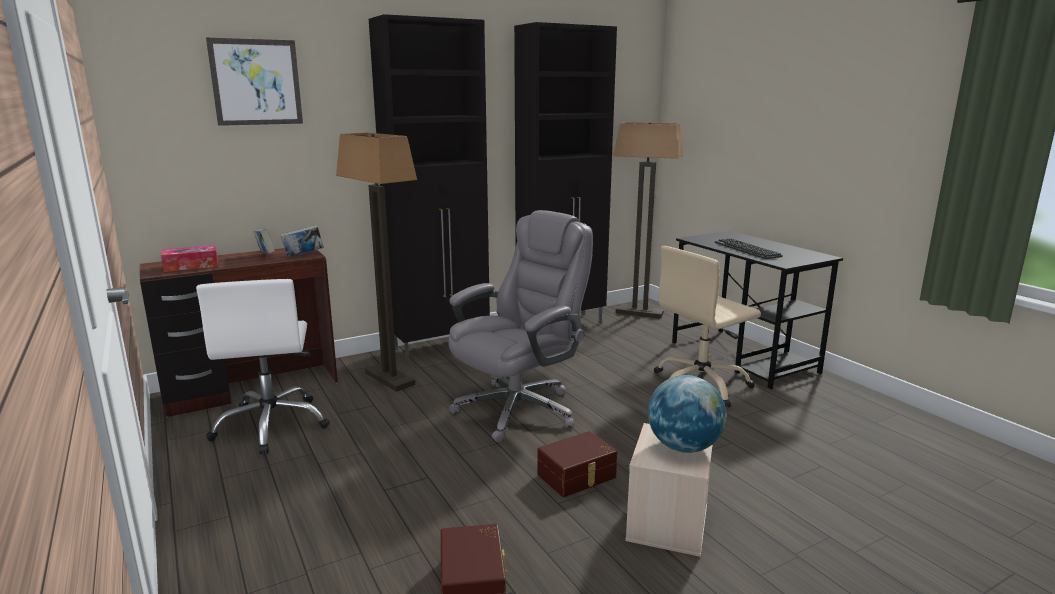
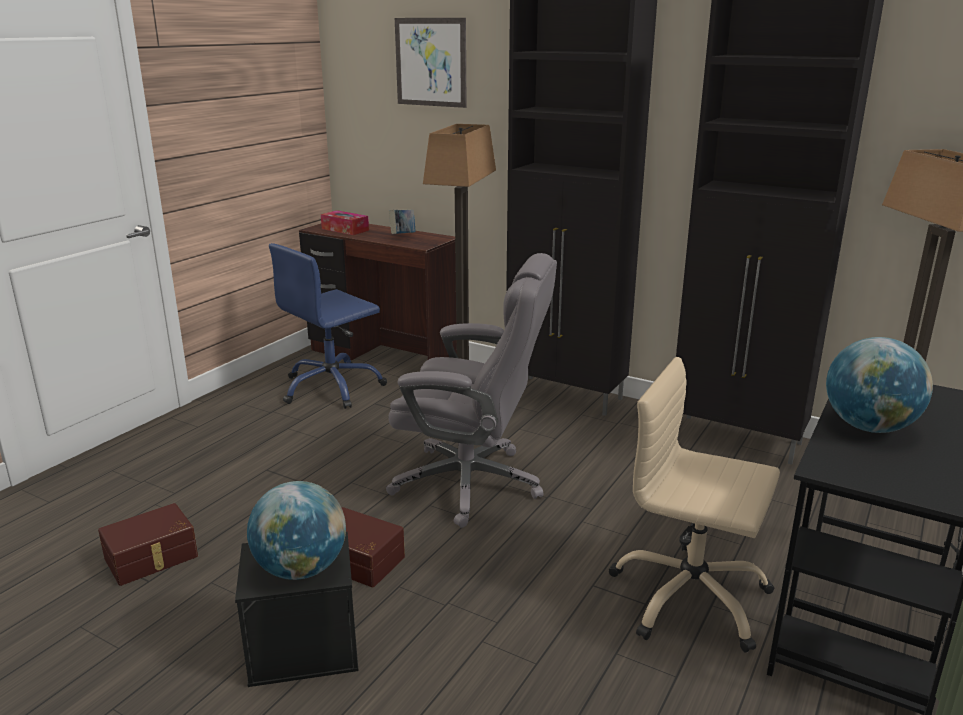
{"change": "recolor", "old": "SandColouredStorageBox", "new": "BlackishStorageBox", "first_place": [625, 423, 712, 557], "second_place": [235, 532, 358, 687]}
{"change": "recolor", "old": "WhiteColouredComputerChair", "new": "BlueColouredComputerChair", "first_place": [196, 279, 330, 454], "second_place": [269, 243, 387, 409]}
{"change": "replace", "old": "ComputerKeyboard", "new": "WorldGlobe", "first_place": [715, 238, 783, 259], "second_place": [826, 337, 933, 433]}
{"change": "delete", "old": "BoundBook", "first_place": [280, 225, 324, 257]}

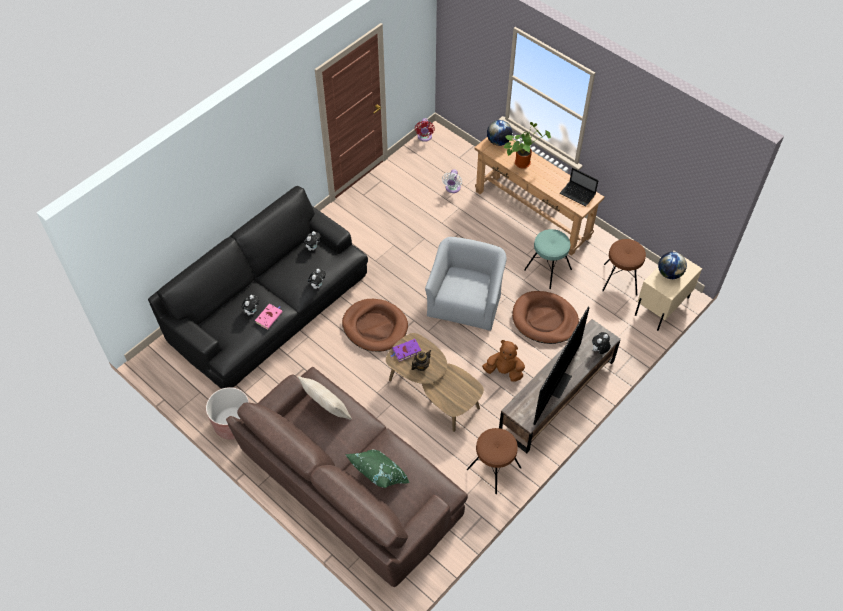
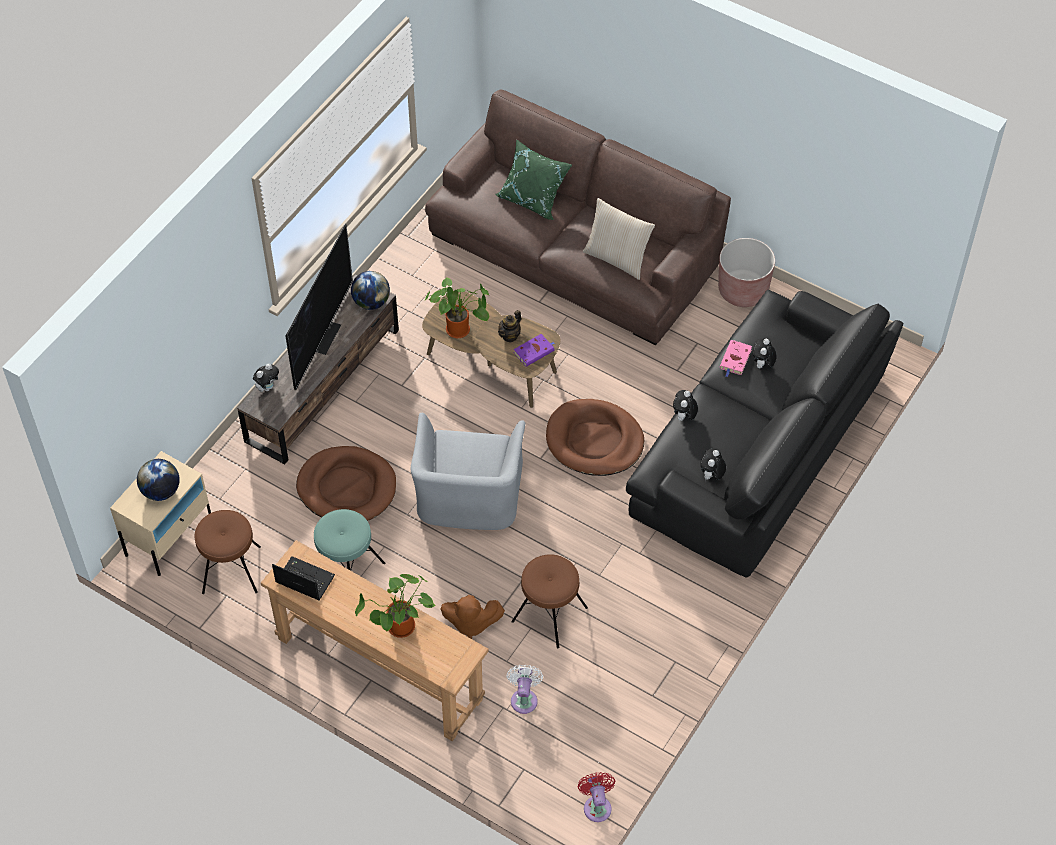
{"change": "move", "old": "WorldGlobe", "first_place": [487, 120, 512, 146], "second_place": [351, 271, 390, 310]}
{"change": "insert", "new": "PottedPlant", "second_place": [425, 278, 489, 338]}
{"change": "move", "old": "BrownSoftToy", "first_place": [482, 340, 525, 382], "second_place": [440, 595, 505, 639]}
{"change": "move", "old": "BrownStoolSeat", "first_place": [467, 428, 521, 494], "second_place": [511, 554, 588, 648]}

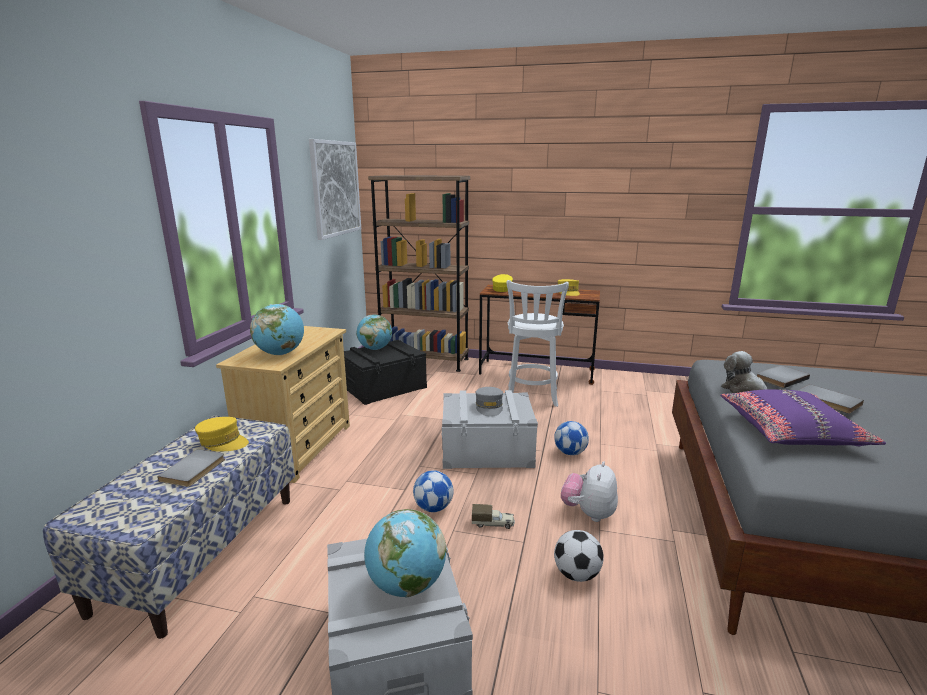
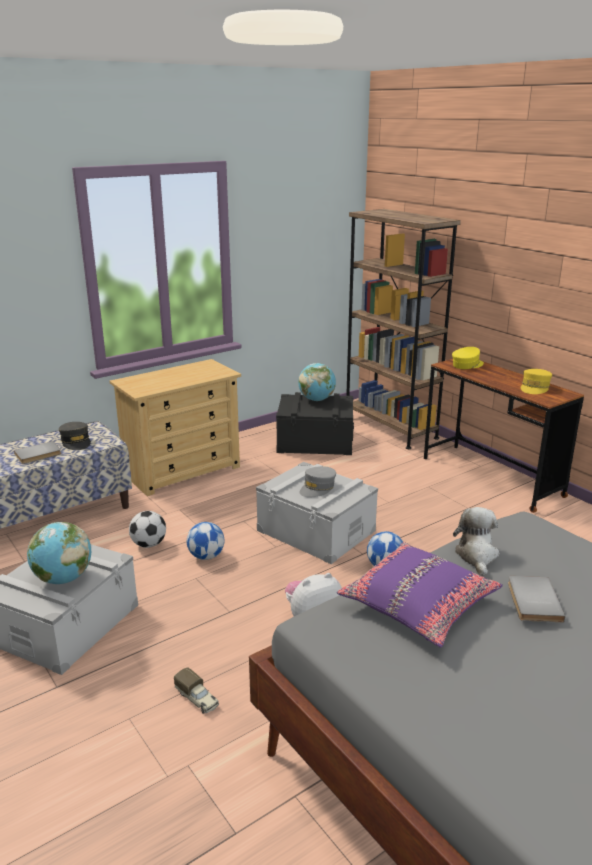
{"change": "recolor", "old": "YellowPeakedCap", "new": "GrayPeakedCap", "first_place": [195, 417, 249, 452], "second_place": [59, 422, 91, 450]}
{"change": "move", "old": "Football", "first_place": [554, 530, 604, 582], "second_place": [129, 511, 166, 548]}
{"change": "move", "old": "ModelTruck", "first_place": [472, 504, 515, 529], "second_place": [174, 667, 219, 714]}
{"change": "delete", "old": "WorldGlobe", "first_place": [250, 304, 304, 355]}
{"change": "delete", "old": "Picture", "first_place": [309, 139, 361, 240]}
{"change": "delete", "old": "WhiteColouredStoolSeat", "first_place": [506, 280, 569, 407]}
{"change": "delete", "old": "GrayBoundBook", "first_place": [756, 365, 810, 388]}

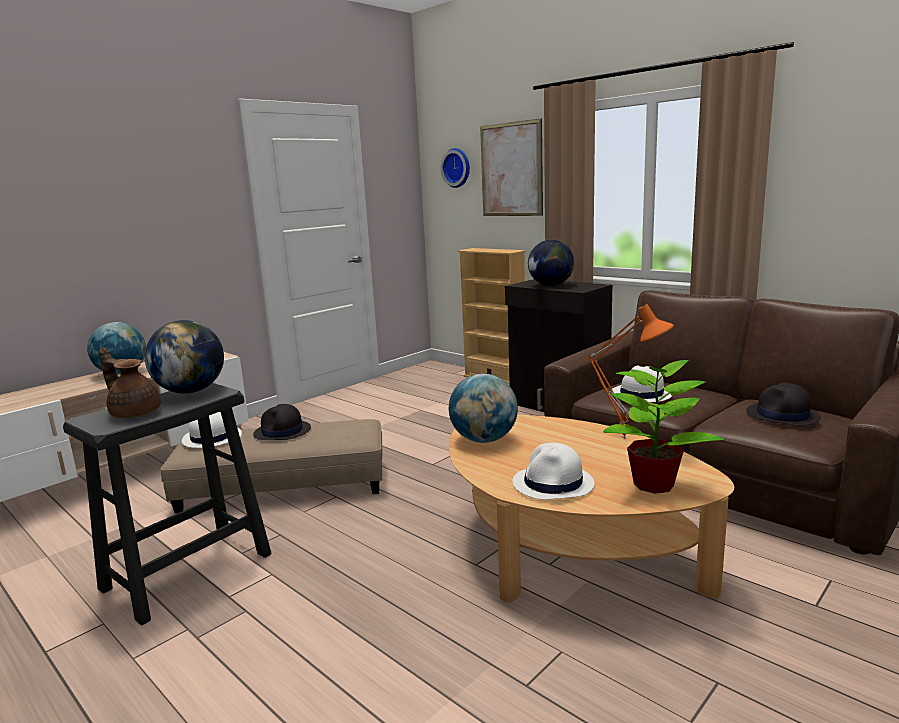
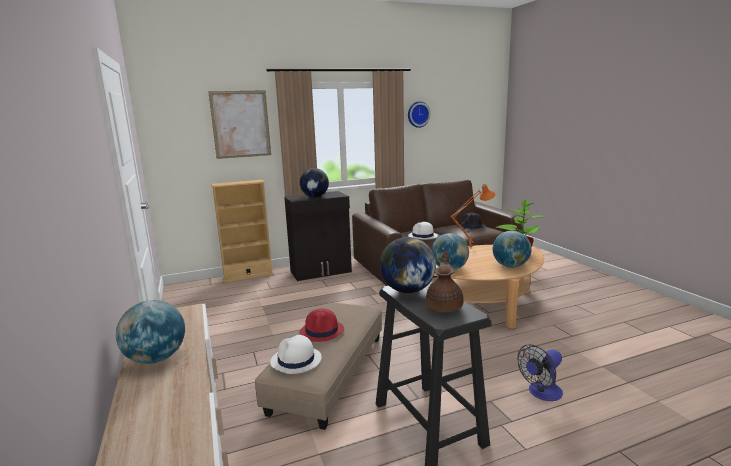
{"change": "recolor", "old": "BlackishWearableHat", "new": "RedWearableHat", "first_place": [253, 404, 311, 440], "second_place": [299, 308, 344, 342]}
{"change": "move", "old": "HangingClock", "first_place": [441, 148, 470, 188], "second_place": [408, 101, 431, 128]}
{"change": "rotate", "old": "BrownPotForTea", "first_place": [99, 347, 161, 418], "second_place": [426, 251, 464, 312], "degrees": 135}
{"change": "replace", "old": "WhiteColouredWearableHat", "new": "WorldGlobe", "first_place": [512, 443, 595, 500], "second_place": [493, 231, 532, 268]}
{"change": "insert", "new": "Fan", "second_place": [517, 344, 563, 401]}

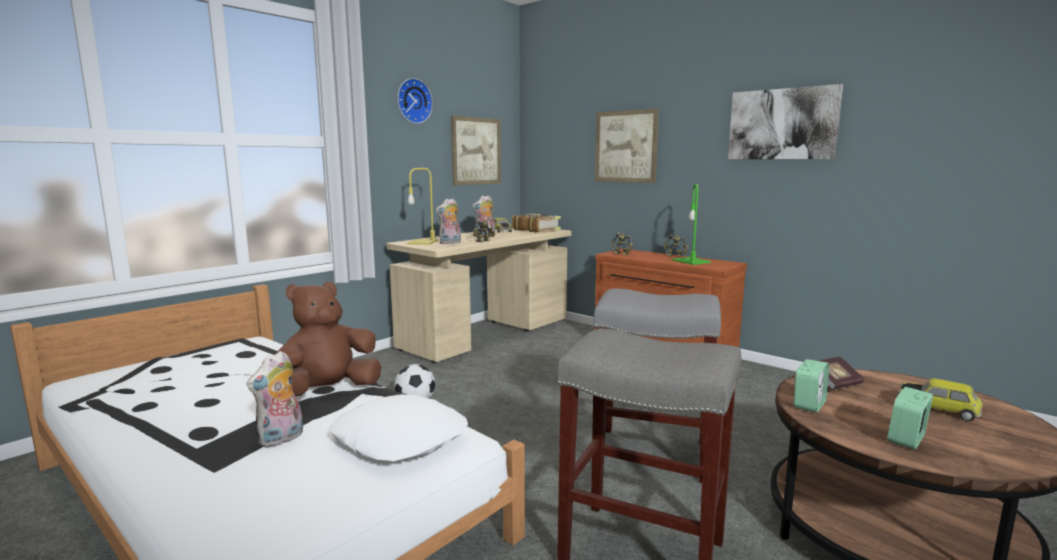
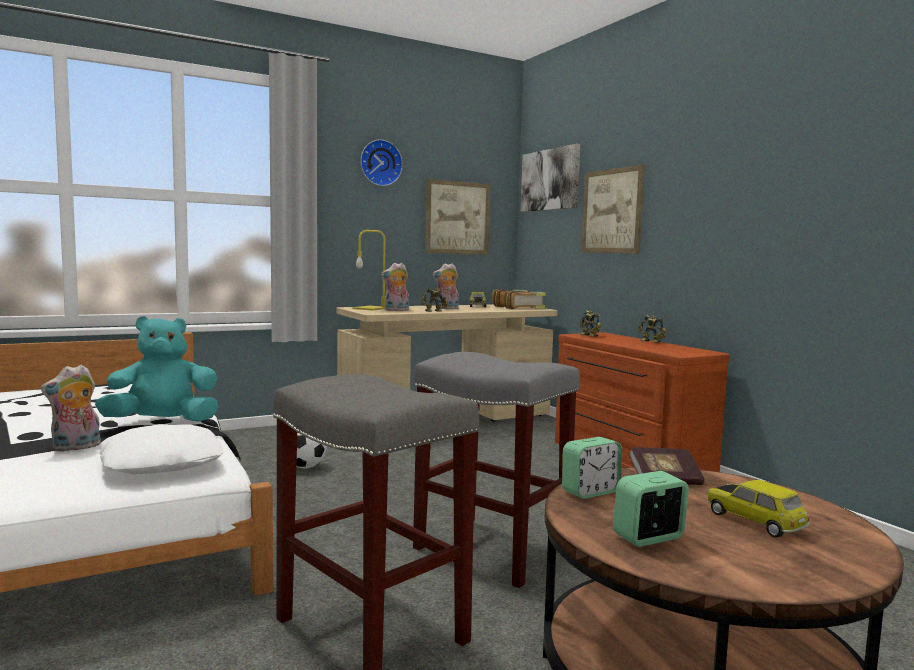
{"change": "recolor", "old": "BrownSoftToy", "new": "TurquoiseColouredSoftToy", "first_place": [277, 282, 381, 396], "second_place": [95, 316, 219, 422]}
{"change": "move", "old": "Picture", "first_place": [728, 84, 843, 159], "second_place": [521, 144, 580, 212]}
{"change": "delete", "old": "GreenishLampForATable", "first_place": [672, 184, 711, 265]}

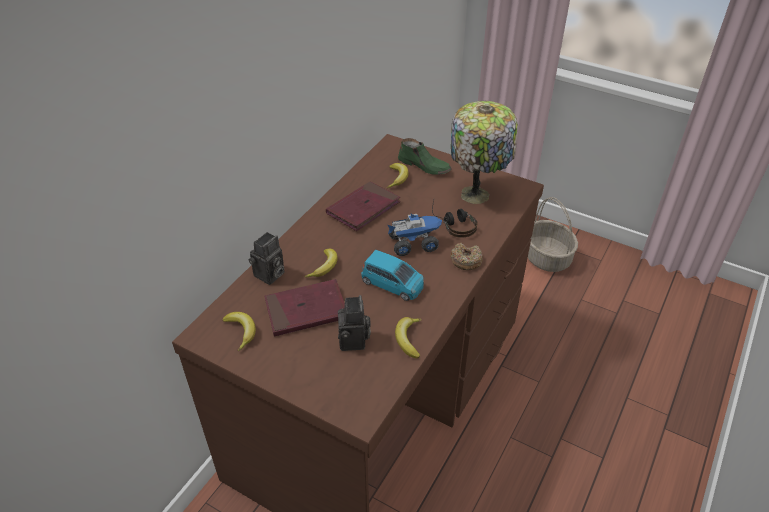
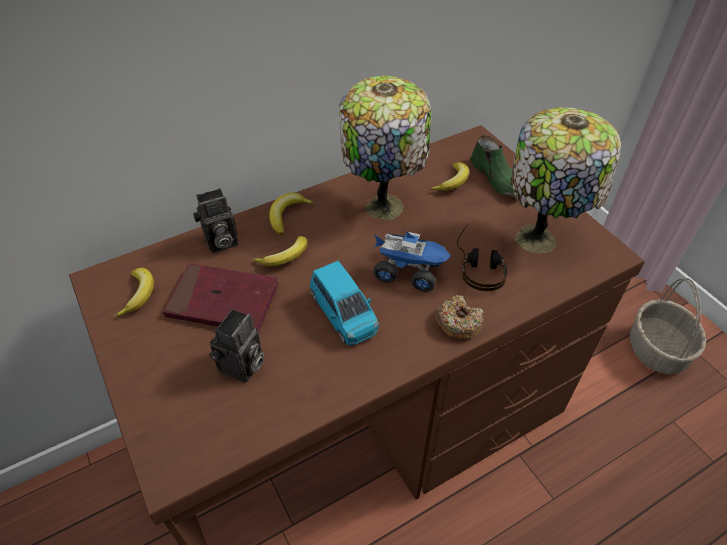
{"change": "move", "old": "WholeBanana", "first_place": [395, 317, 421, 359], "second_place": [269, 193, 315, 235]}
{"change": "replace", "old": "RedBoundBook", "new": "LampForATable", "first_place": [326, 181, 400, 231], "second_place": [339, 75, 431, 221]}

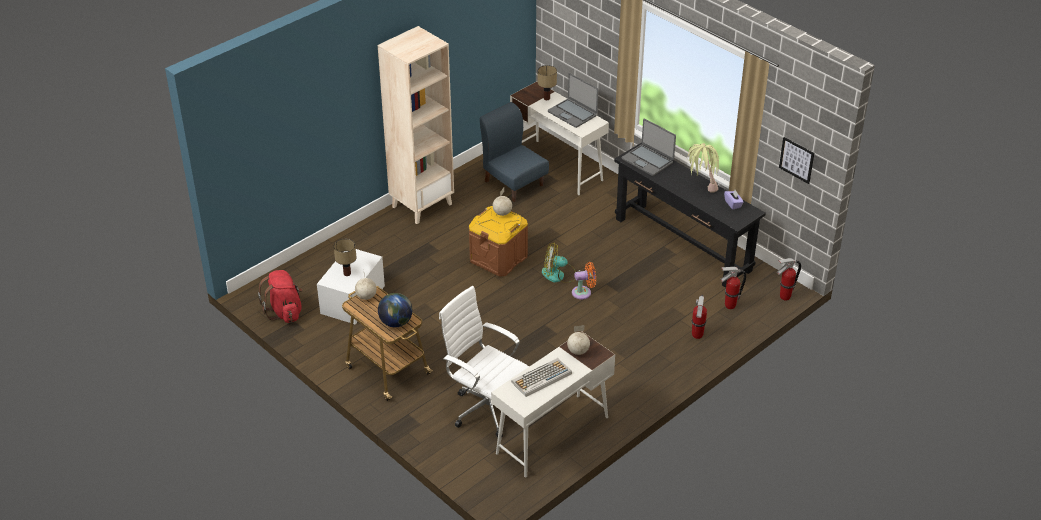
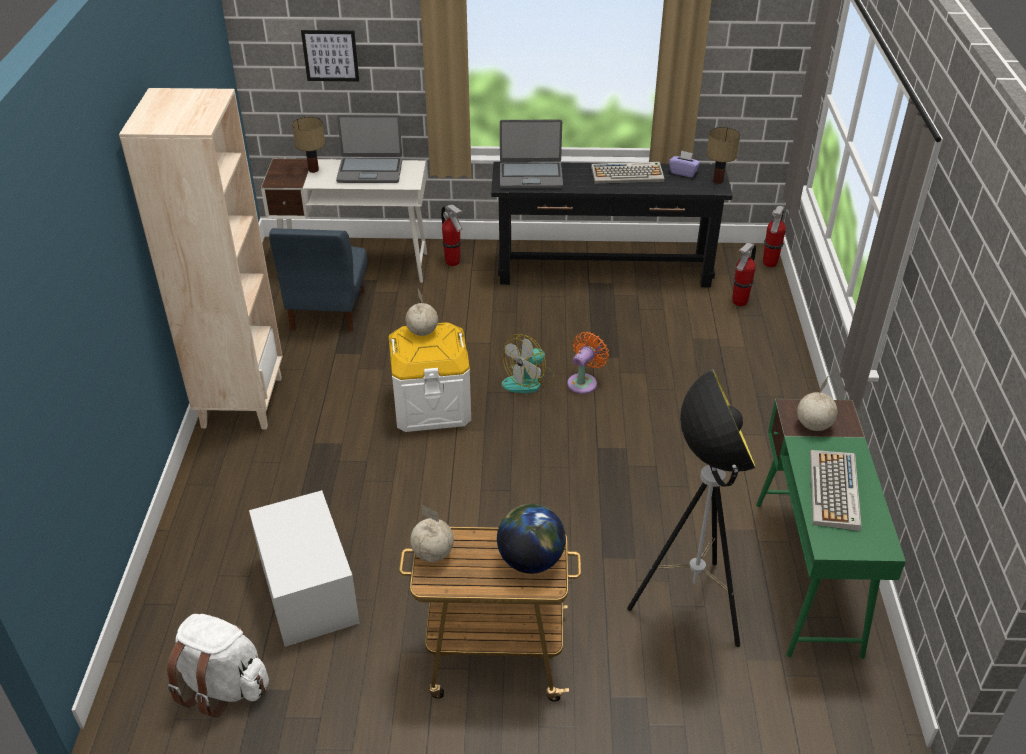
{"change": "recolor", "old": "RedBackpack", "new": "WhiteColouredBackpack", "first_place": [258, 270, 303, 323], "second_place": [167, 614, 269, 717]}
{"change": "rotate", "old": "BlueColouredPlainChair", "first_place": [480, 102, 549, 202], "second_place": [269, 228, 367, 332], "degrees": -90}
{"change": "move", "old": "Picture", "first_place": [779, 137, 814, 184], "second_place": [301, 30, 359, 81]}
{"change": "recolor", "old": "BrownStorageBox", "new": "WhiteColouredStorageBox", "first_place": [469, 206, 528, 277], "second_place": [388, 322, 471, 432]}
{"change": "move", "old": "FireExtinguisher", "first_place": [692, 295, 707, 339], "second_place": [441, 205, 463, 266]}
{"change": "replace", "old": "PottedPlant", "new": "ComputerKeyboard", "first_place": [688, 143, 719, 192], "second_place": [591, 162, 664, 183]}
{"change": "replace", "old": "WhiteColouredComputerChair", "new": "FloorLamp", "first_place": [439, 286, 529, 438], "second_place": [627, 369, 756, 647]}
{"change": "move", "old": "LampForATable", "first_place": [334, 239, 357, 276], "second_place": [707, 127, 740, 184]}
{"change": "recolor", "old": "WhiteColouredDesk", "new": "GreenishDesk", "first_place": [491, 331, 615, 477], "second_place": [756, 399, 906, 659]}

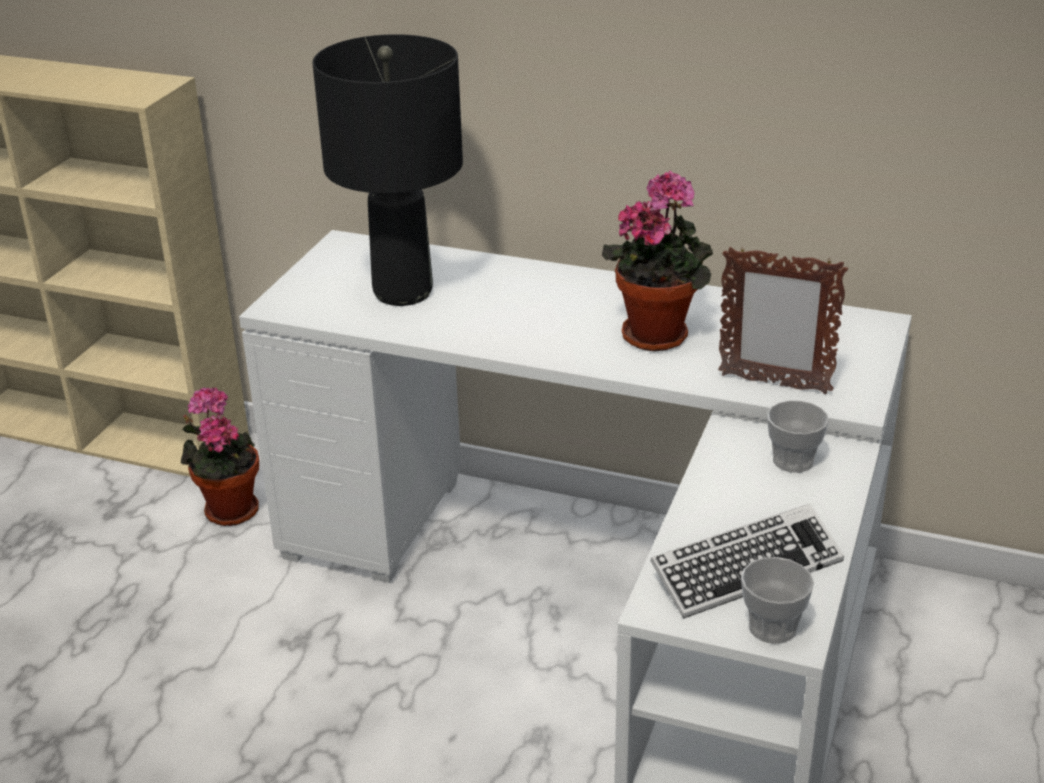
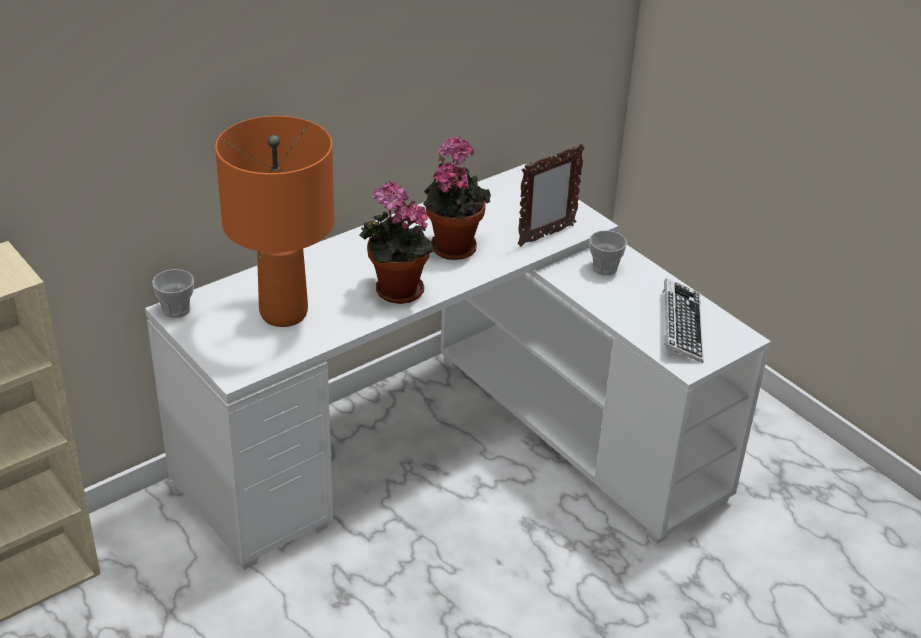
{"change": "move", "old": "SmallCup", "first_place": [741, 557, 814, 644], "second_place": [152, 269, 194, 318]}
{"change": "recolor", "old": "BlackishLampForATable", "new": "OrangeyLampForATable", "first_place": [312, 34, 463, 306], "second_place": [215, 116, 334, 327]}
{"change": "move", "old": "PottedPlant", "first_place": [181, 387, 259, 526], "second_place": [359, 182, 433, 304]}

